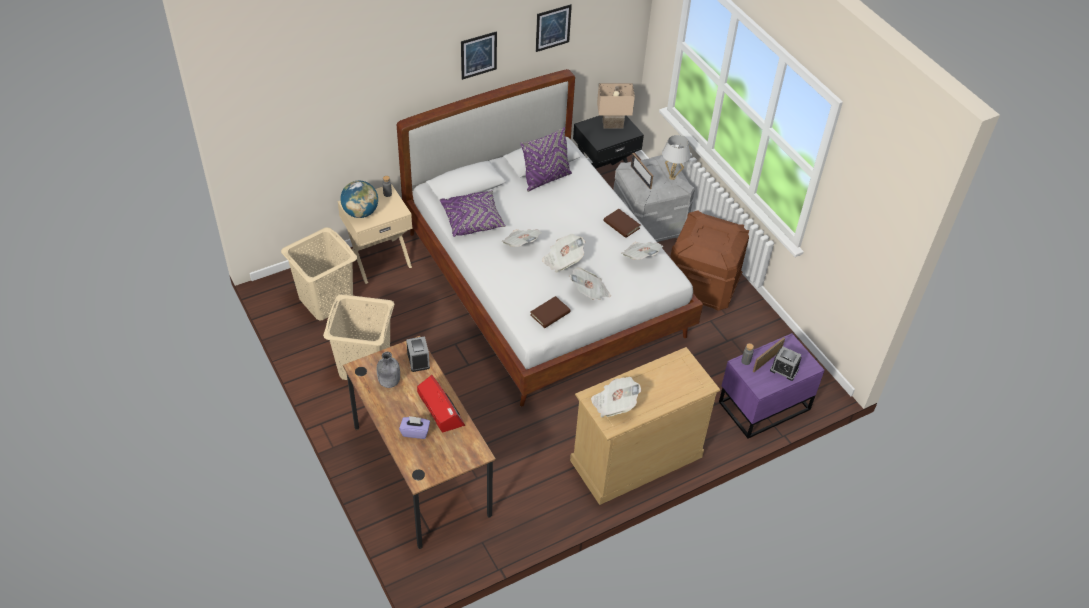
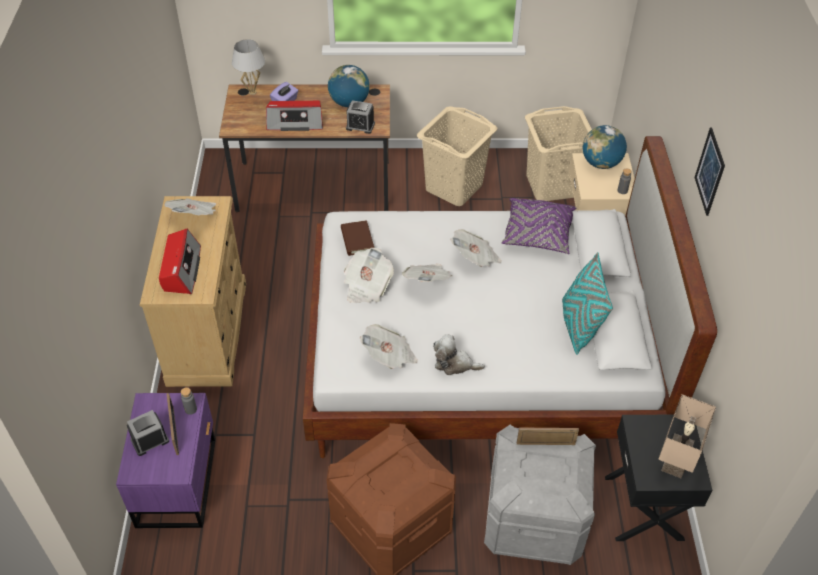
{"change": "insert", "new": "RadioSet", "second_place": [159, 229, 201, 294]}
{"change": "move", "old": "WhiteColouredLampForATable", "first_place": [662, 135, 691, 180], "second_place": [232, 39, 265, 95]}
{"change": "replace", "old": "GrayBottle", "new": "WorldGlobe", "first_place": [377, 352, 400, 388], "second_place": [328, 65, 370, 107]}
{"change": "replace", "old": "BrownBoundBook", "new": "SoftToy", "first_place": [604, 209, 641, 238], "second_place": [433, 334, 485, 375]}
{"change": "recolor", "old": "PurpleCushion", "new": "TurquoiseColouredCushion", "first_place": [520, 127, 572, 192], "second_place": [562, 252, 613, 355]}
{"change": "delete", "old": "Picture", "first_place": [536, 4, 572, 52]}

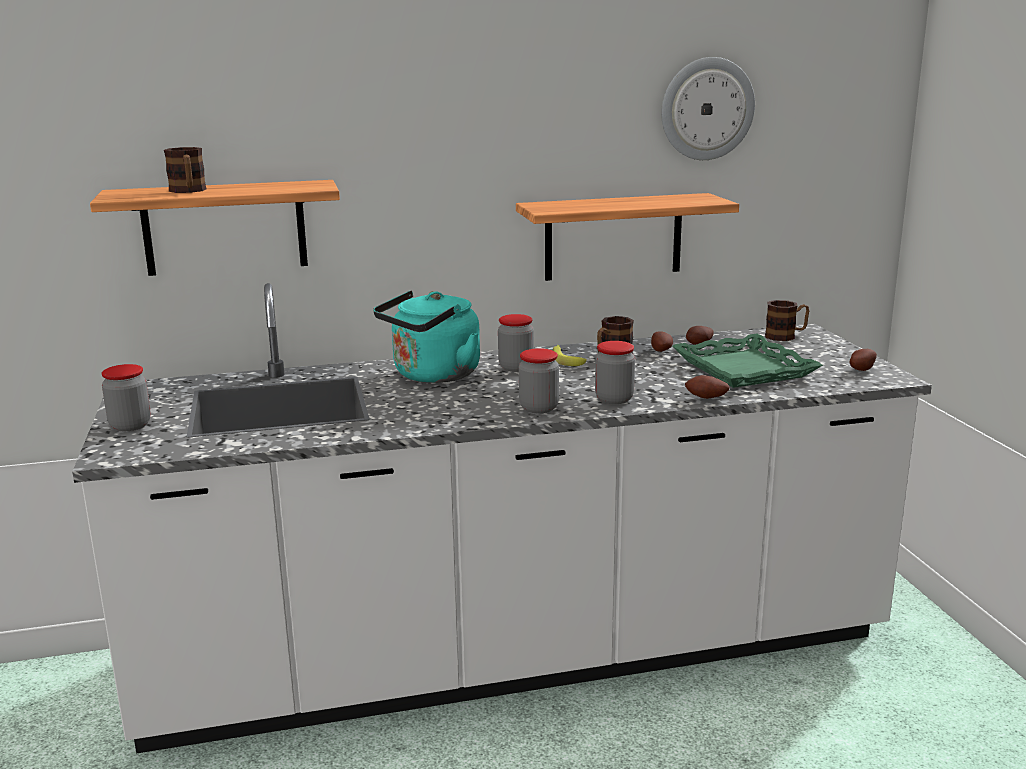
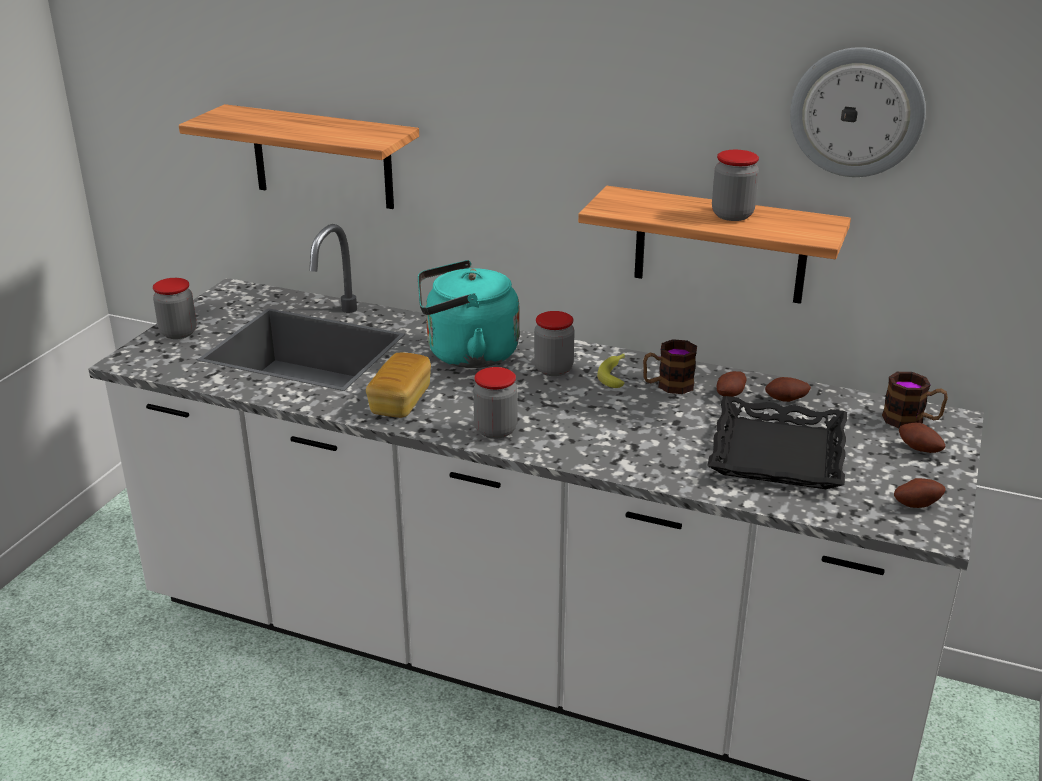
{"change": "insert", "new": "BakedBread", "second_place": [366, 353, 431, 418]}
{"change": "recolor", "old": "GreenishCarryingTray", "new": "BlackishCarryingTray", "first_place": [672, 334, 823, 388], "second_place": [707, 396, 847, 489]}
{"change": "move", "old": "Jar", "first_place": [595, 341, 635, 404], "second_place": [712, 150, 759, 221]}
{"change": "move", "old": "WholePotato", "first_place": [685, 375, 730, 399], "second_place": [899, 423, 945, 453]}
{"change": "delete", "old": "TeaMug", "first_place": [164, 147, 207, 193]}

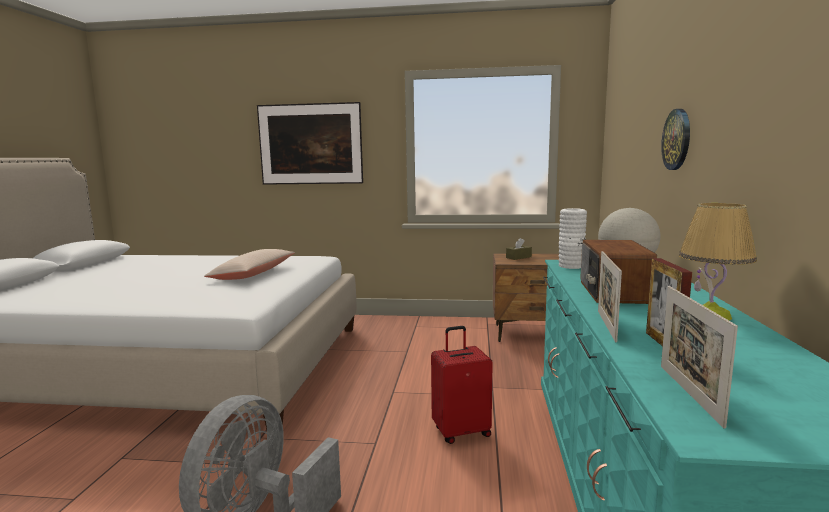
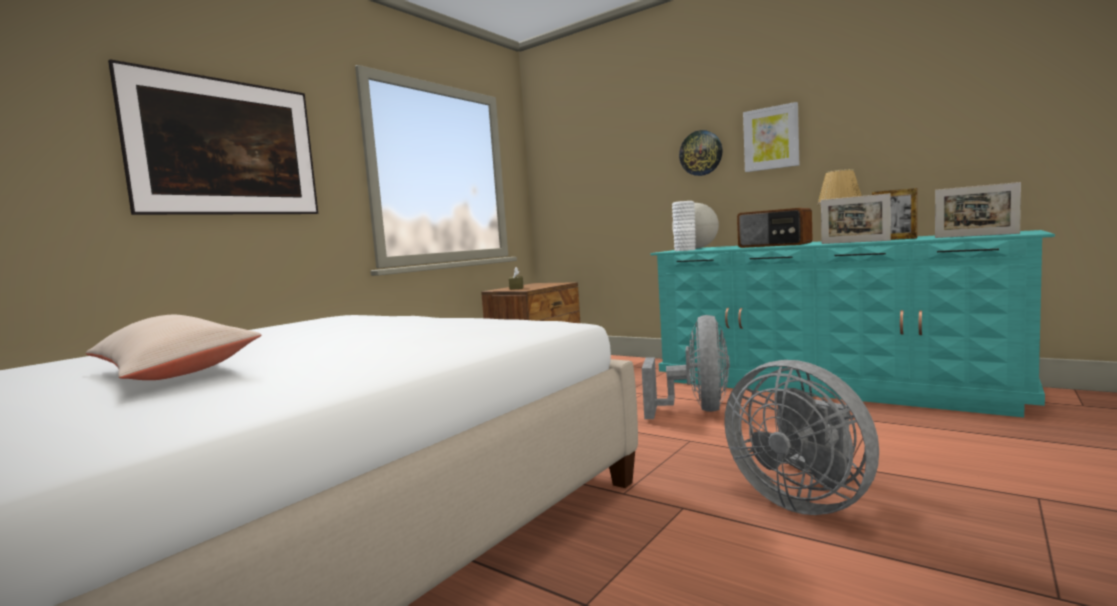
{"change": "move", "old": "SandColouredCushion", "first_place": [204, 249, 295, 280], "second_place": [86, 315, 261, 380]}
{"change": "replace", "old": "RedSuitcase", "new": "GrayFan", "first_place": [431, 326, 493, 444], "second_place": [642, 315, 730, 419]}
{"change": "insert", "new": "Picture", "second_place": [743, 102, 799, 172]}

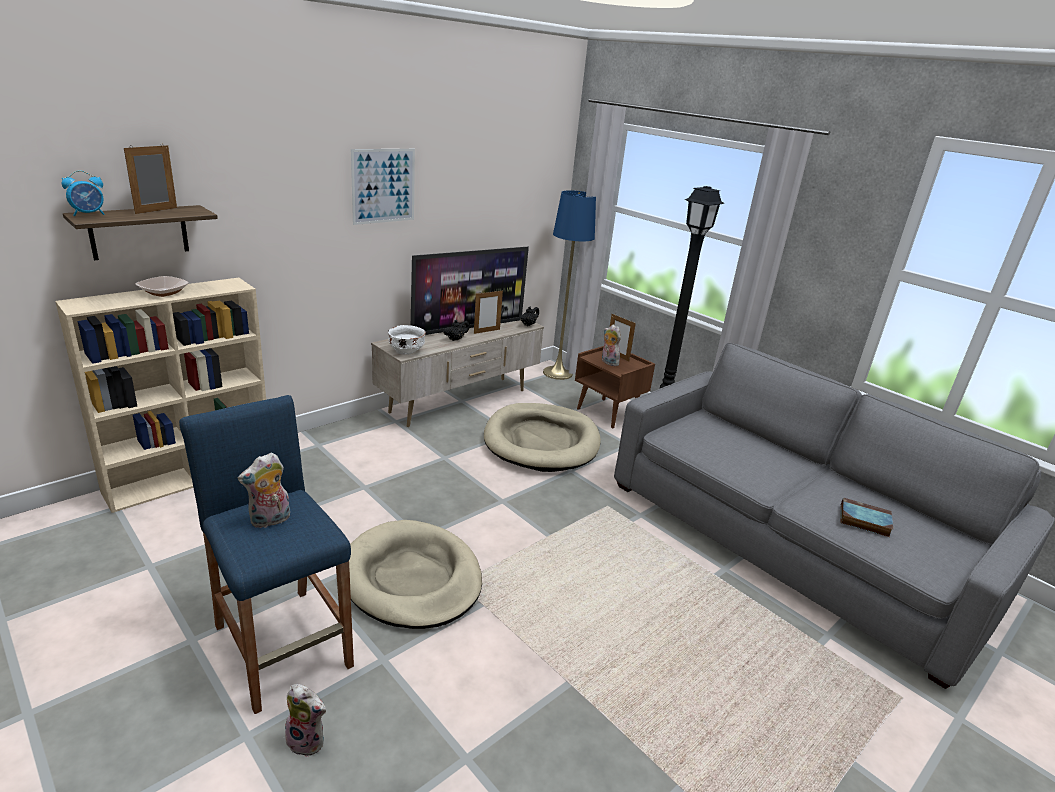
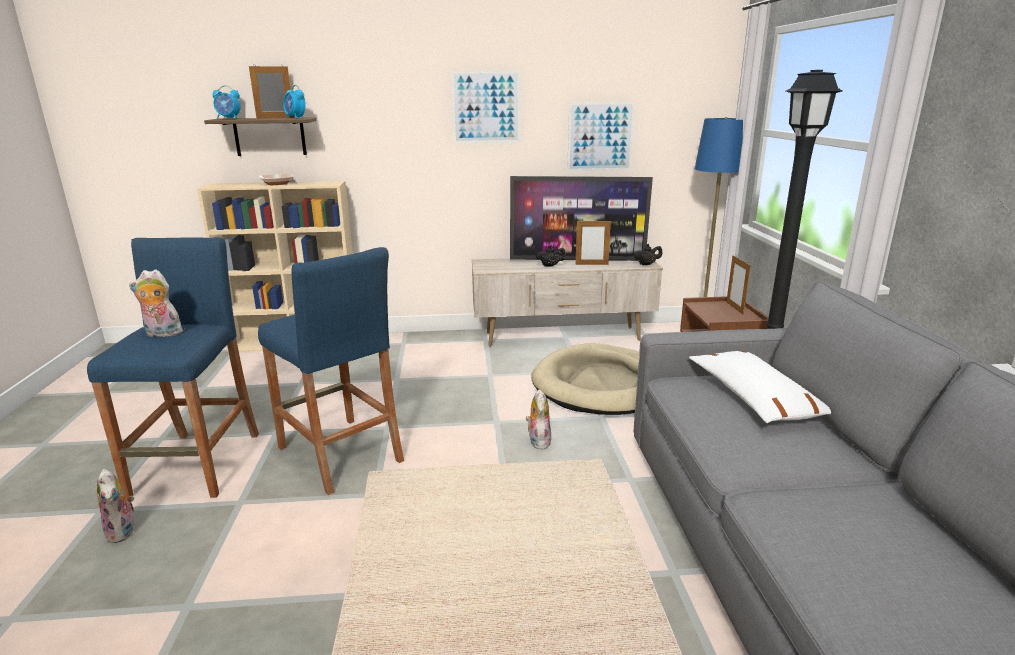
{"change": "replace", "old": "SandColouredDogCushion", "new": "BlueColouredStoolSeat", "first_place": [349, 520, 482, 629], "second_place": [258, 247, 404, 495]}
{"change": "insert", "new": "AlarmClock", "second_place": [283, 85, 306, 119]}
{"change": "move", "old": "SoftToy", "first_place": [602, 325, 621, 366], "second_place": [526, 389, 552, 450]}
{"change": "insert", "new": "Picture", "second_place": [567, 102, 635, 171]}
{"change": "insert", "new": "WhiteColouredCushion", "second_place": [689, 351, 831, 423]}
{"change": "delete", "old": "WhiteColouredDeepDish", "first_place": [388, 325, 426, 355]}
{"change": "delete", "old": "BoundBook", "first_place": [840, 498, 893, 537]}

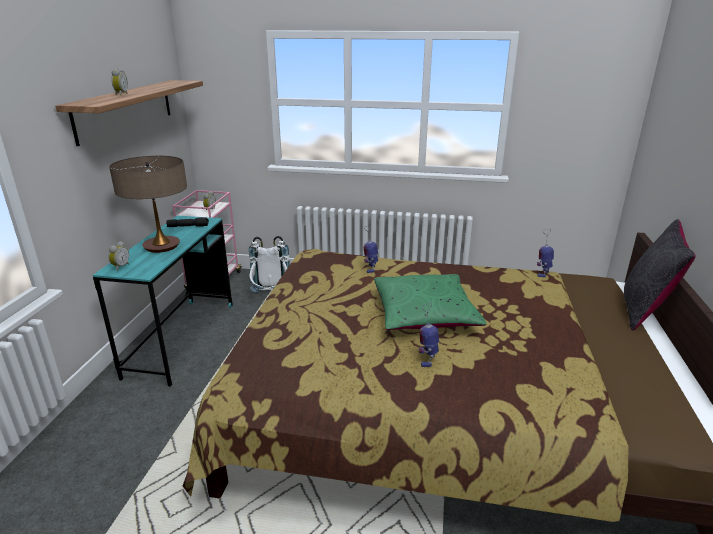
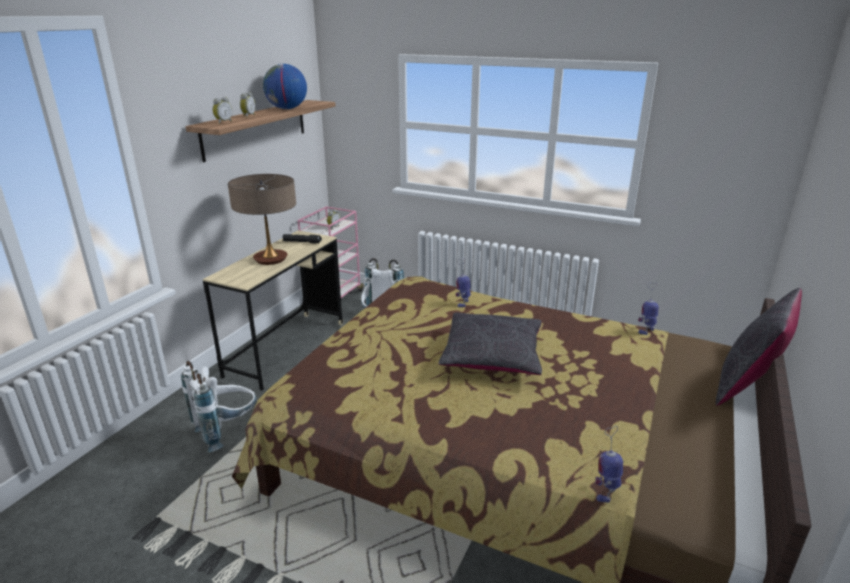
{"change": "insert", "new": "WhiteColouredBackpack", "second_place": [181, 361, 256, 452]}
{"change": "recolor", "old": "TurquoiseColouredDesk", "new": "SandColouredDesk", "first_place": [93, 215, 233, 386], "second_place": [203, 230, 343, 391]}
{"change": "move", "old": "AlarmClock", "first_place": [108, 241, 129, 271], "second_place": [212, 97, 232, 124]}
{"change": "insert", "new": "WorldGlobe", "second_place": [263, 64, 307, 109]}
{"change": "recolor", "old": "GreenishCushion", "new": "BlackishCushion", "first_place": [374, 274, 486, 330], "second_place": [438, 313, 542, 375]}
{"change": "move", "old": "ModelRobot", "first_place": [419, 302, 439, 367], "second_place": [595, 426, 623, 503]}

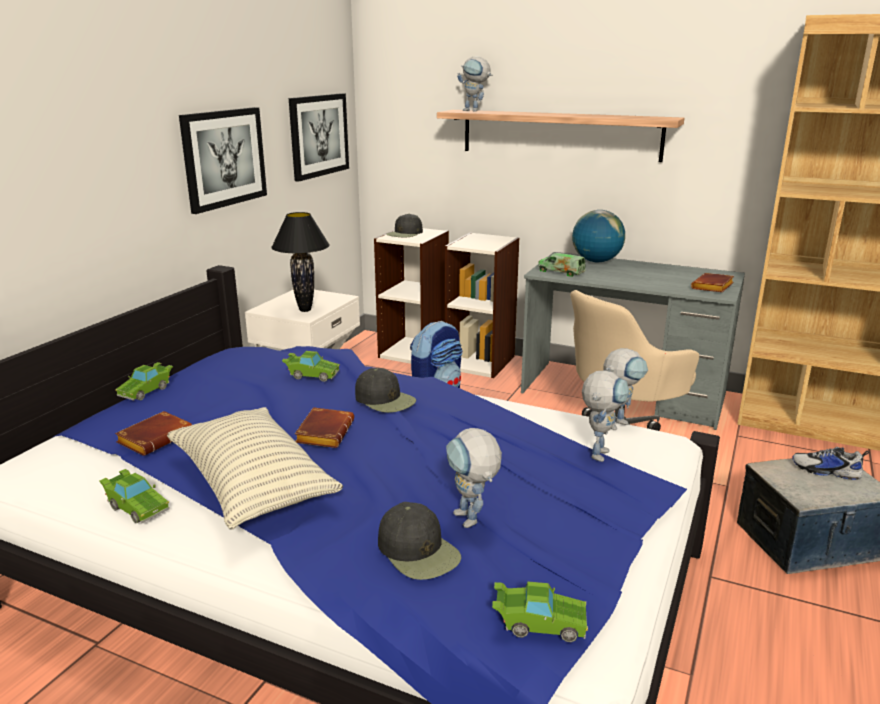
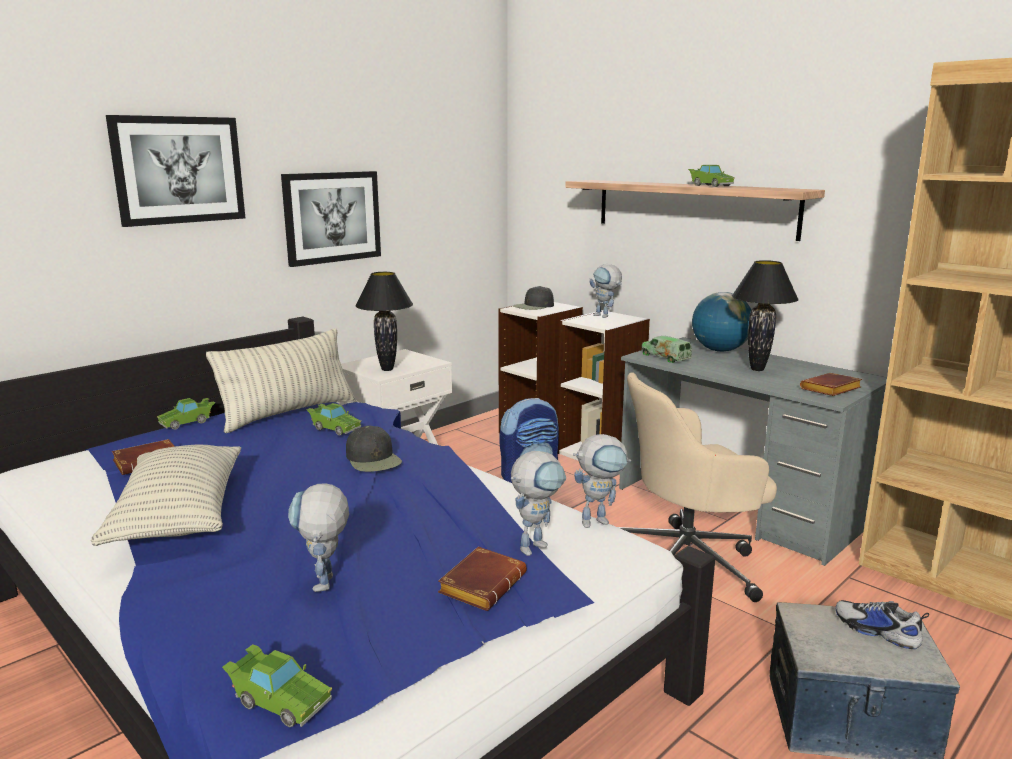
{"change": "move", "old": "Picture", "first_place": [289, 93, 349, 182], "second_place": [106, 115, 245, 227]}
{"change": "insert", "new": "Cushion", "second_place": [206, 328, 355, 433]}
{"change": "move", "old": "BrownBoundBook", "first_place": [295, 407, 354, 448], "second_place": [438, 546, 527, 611]}
{"change": "move", "old": "ModelRobot", "first_place": [457, 57, 492, 112], "second_place": [589, 264, 622, 318]}
{"change": "move", "old": "GreenishToyCar", "first_place": [100, 469, 170, 524], "second_place": [688, 165, 735, 187]}
{"change": "insert", "new": "BlackishLampForATable", "second_place": [732, 260, 799, 371]}
{"change": "delete", "old": "BlackishPeakedCap", "first_place": [378, 502, 461, 580]}

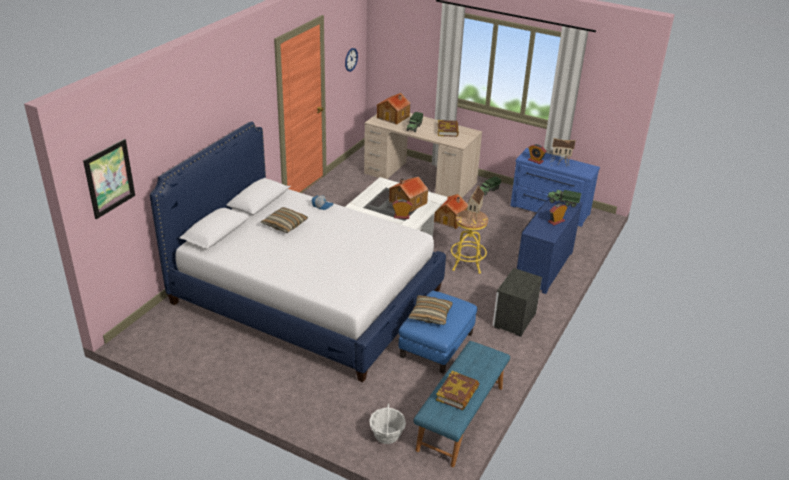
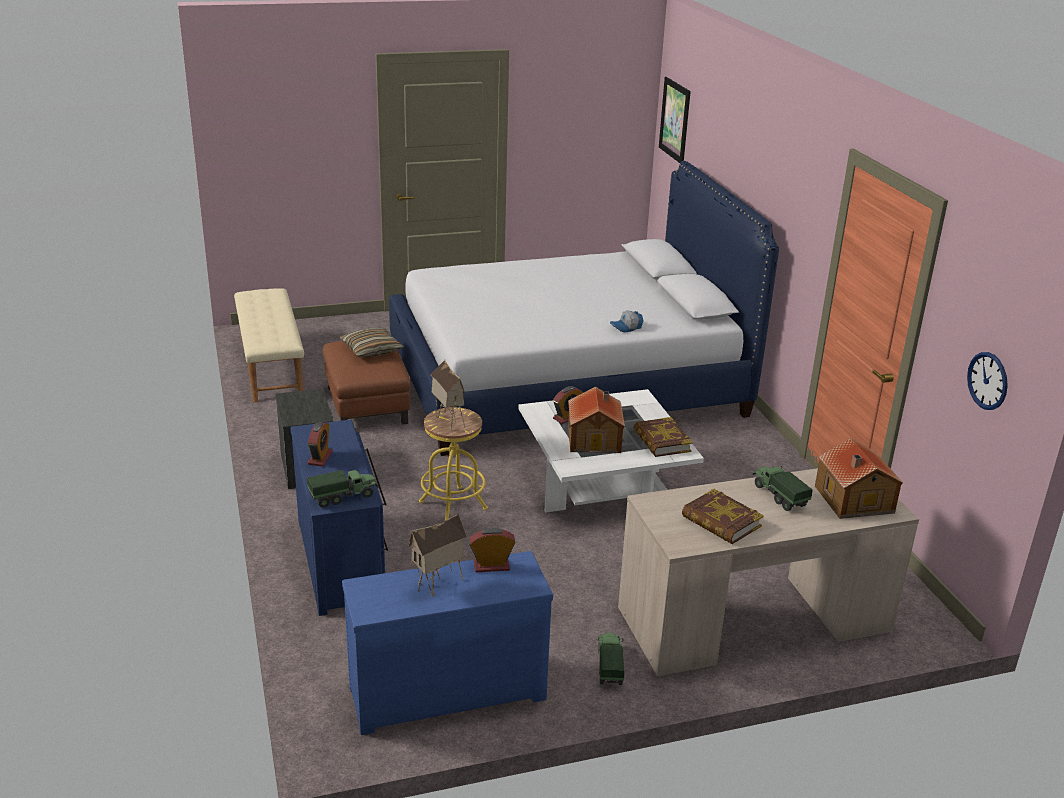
{"change": "recolor", "old": "BlueColouredIndoorBench", "new": "SandColouredIndoorBench", "first_place": [414, 341, 510, 467], "second_place": [234, 288, 304, 403]}
{"change": "recolor", "old": "BlueColouredPouffe", "new": "BrownPouffe", "first_place": [399, 291, 477, 374], "second_place": [323, 341, 411, 424]}
{"change": "move", "old": "BoundBook", "first_place": [436, 371, 479, 410], "second_place": [634, 417, 693, 457]}
{"change": "delete", "old": "Cushion", "first_place": [261, 207, 308, 233]}
{"change": "delete", "old": "HouseholdBasket", "first_place": [370, 403, 406, 444]}
{"change": "delete", "old": "MiniatureHouse", "first_place": [434, 194, 468, 229]}

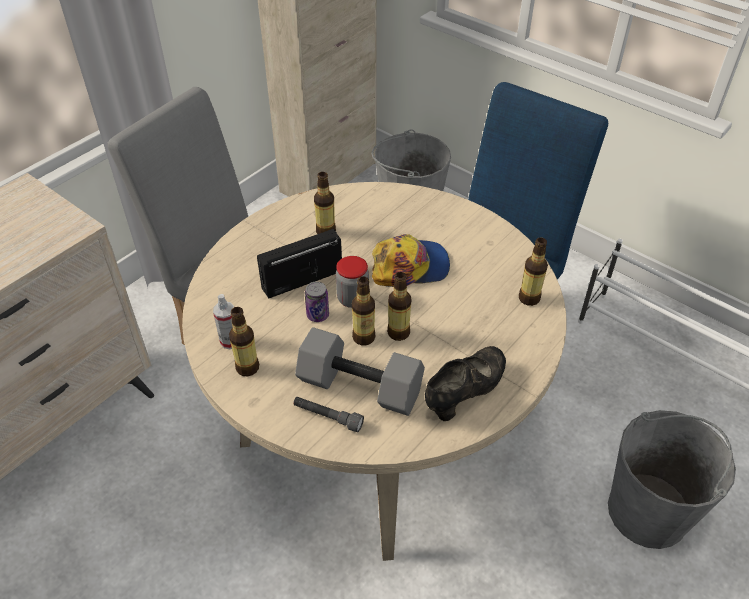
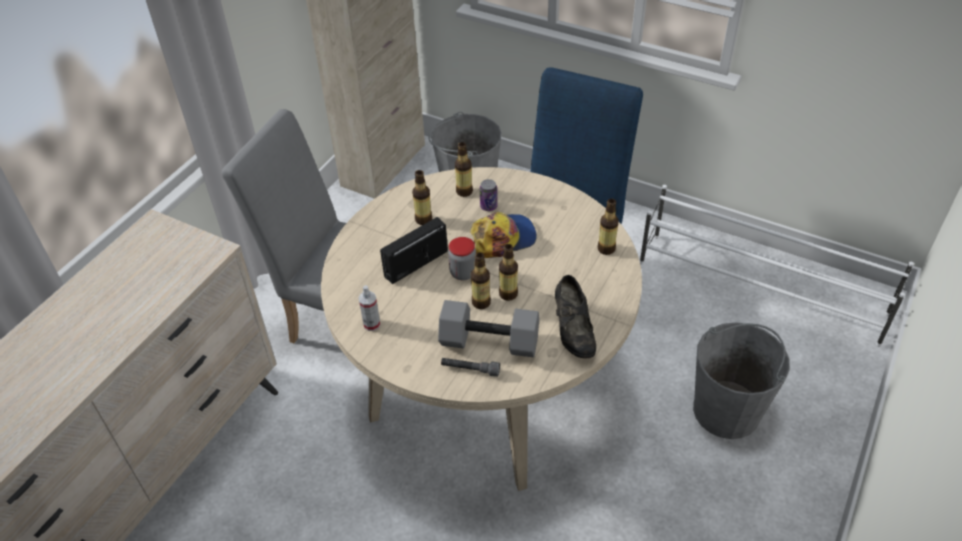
{"change": "move", "old": "Bottle", "first_place": [229, 307, 259, 376], "second_place": [455, 142, 473, 197]}
{"change": "move", "old": "Can", "first_place": [305, 282, 329, 322], "second_place": [480, 179, 498, 211]}
{"change": "rotate", "old": "BlackishShoe", "first_place": [425, 346, 506, 421], "second_place": [555, 275, 596, 359], "degrees": 135}

